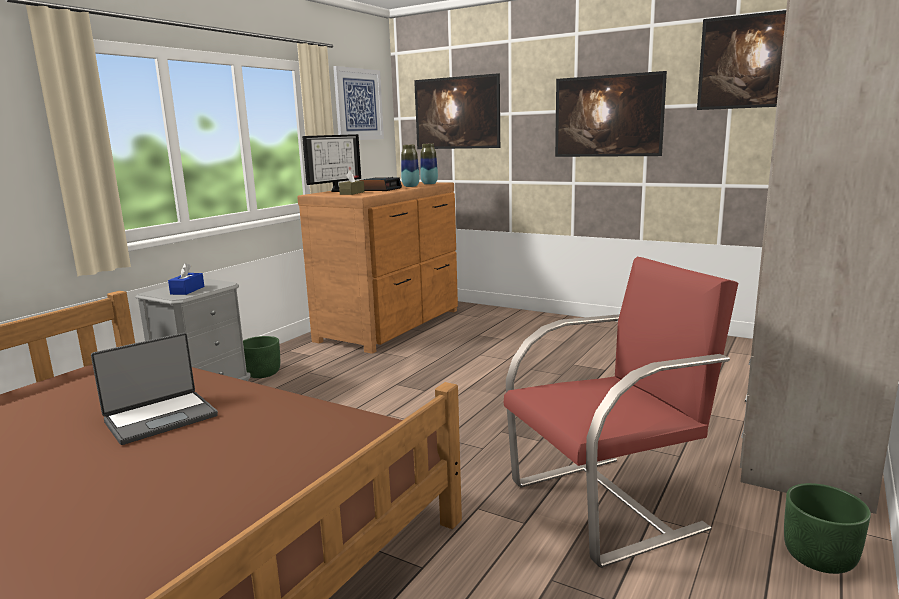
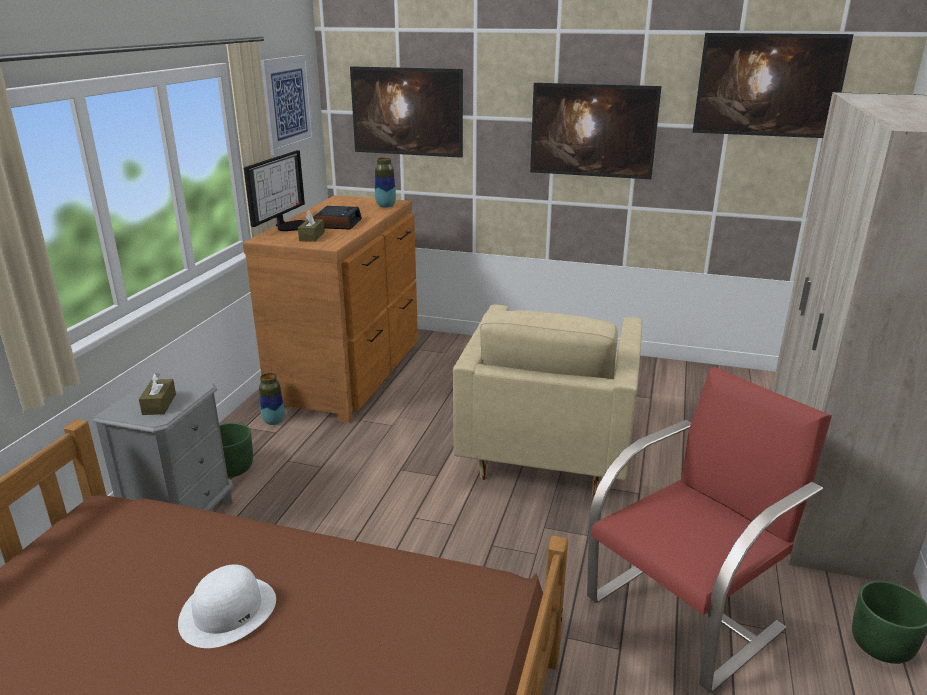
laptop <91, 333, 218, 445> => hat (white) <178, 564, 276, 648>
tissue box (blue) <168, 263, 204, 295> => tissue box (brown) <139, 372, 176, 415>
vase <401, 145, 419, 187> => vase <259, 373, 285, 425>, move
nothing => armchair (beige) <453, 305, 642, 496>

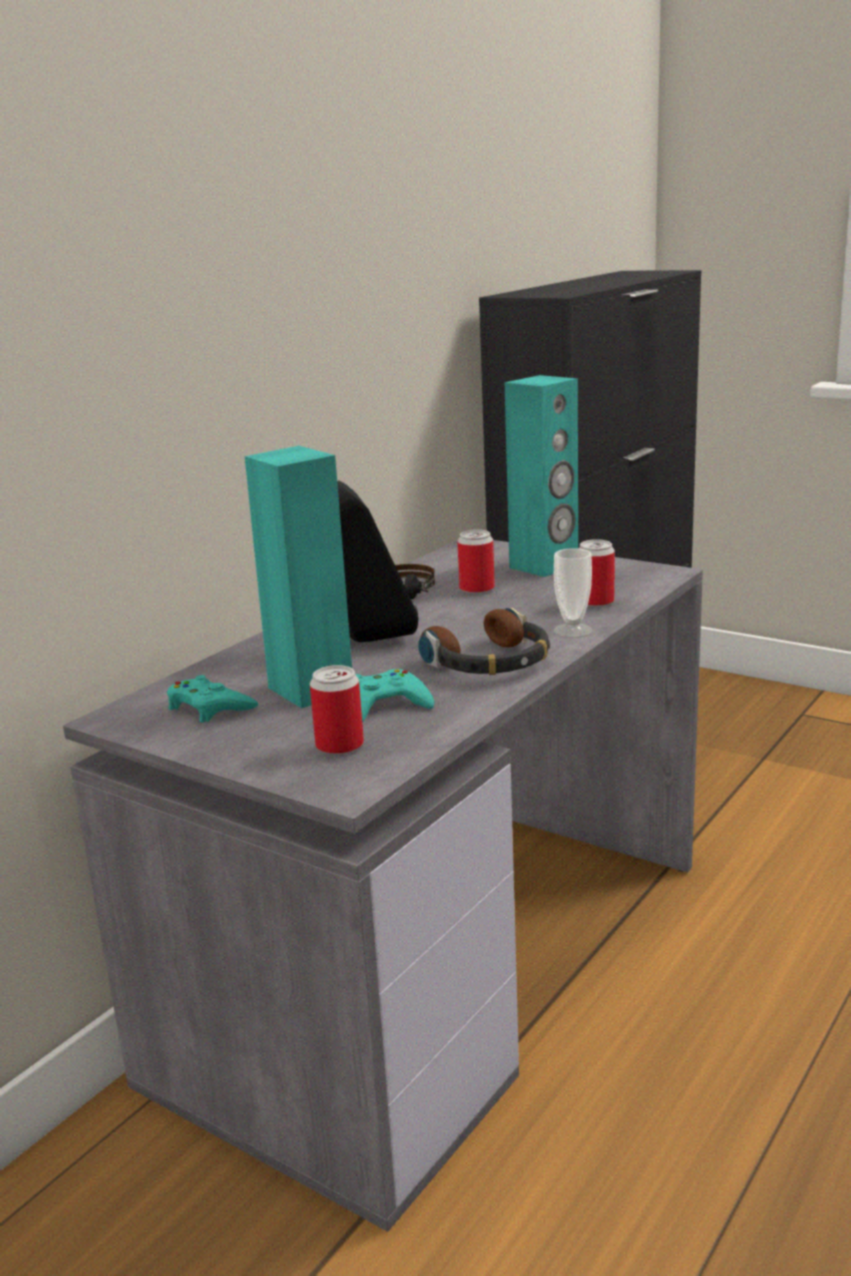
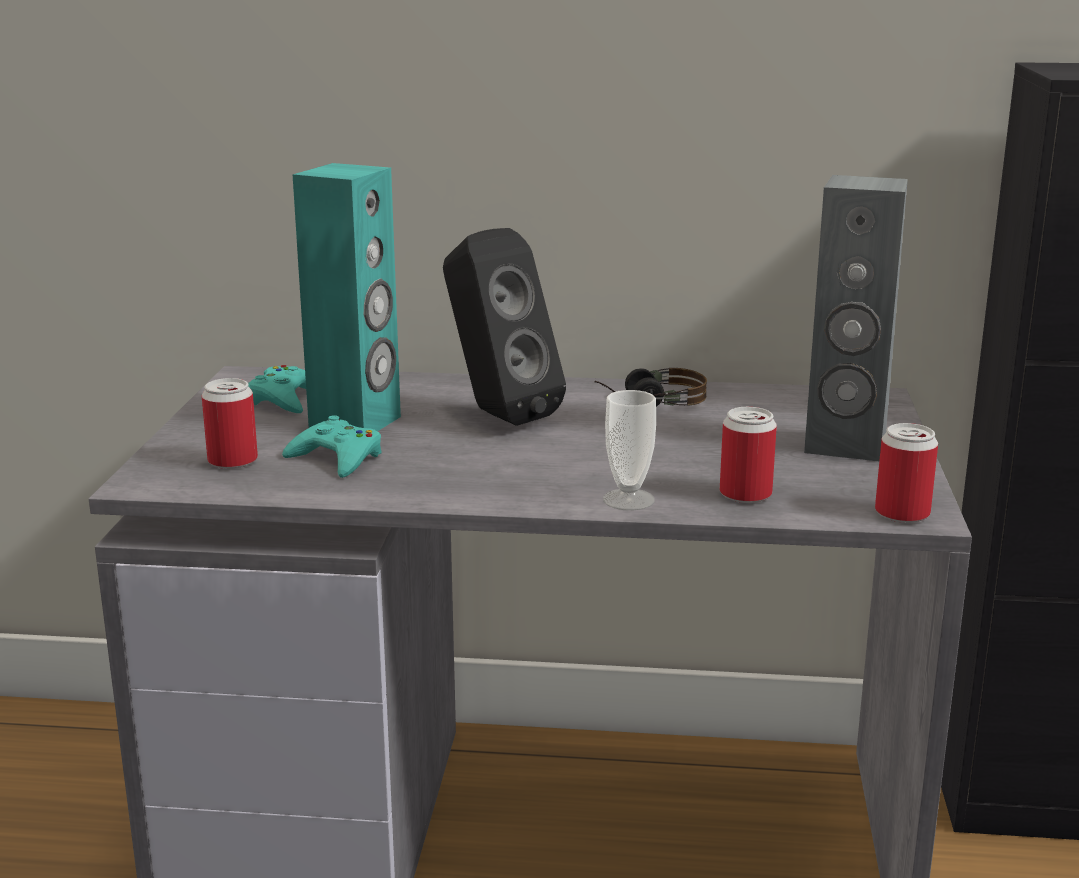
headphones <418, 608, 550, 675> => nothing
can <457, 529, 495, 594> => can <875, 423, 938, 523>, move
speaker (turquoise) <505, 375, 578, 577> => speaker (grey) <804, 175, 908, 461>

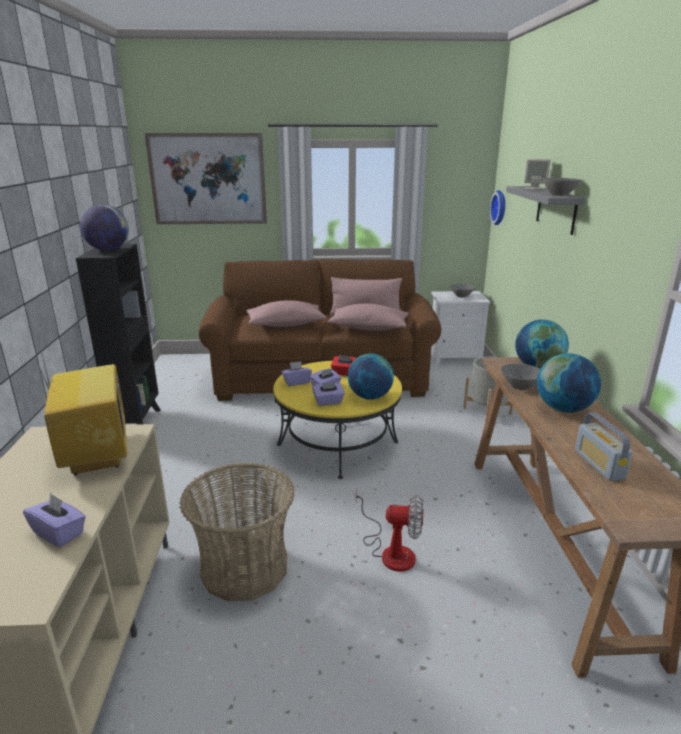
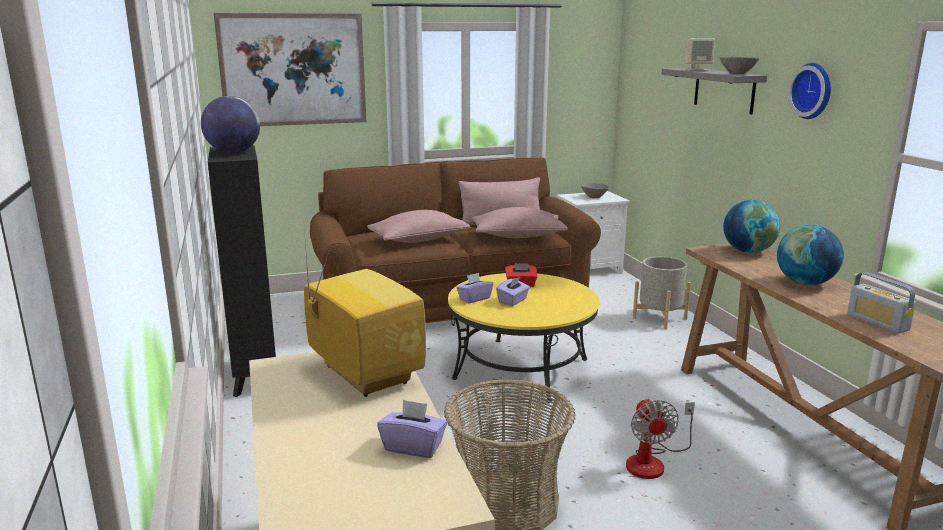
tissue box (purple) <312, 382, 345, 406> => nothing
globe <348, 353, 394, 400> => nothing
fan <356, 490, 423, 572> => fan <626, 398, 695, 479>, 90 degrees clockwise
wall clock <490, 190, 505, 225> => wall clock <788, 63, 831, 119>, move
bowl (grey) <501, 364, 540, 390> => nothing

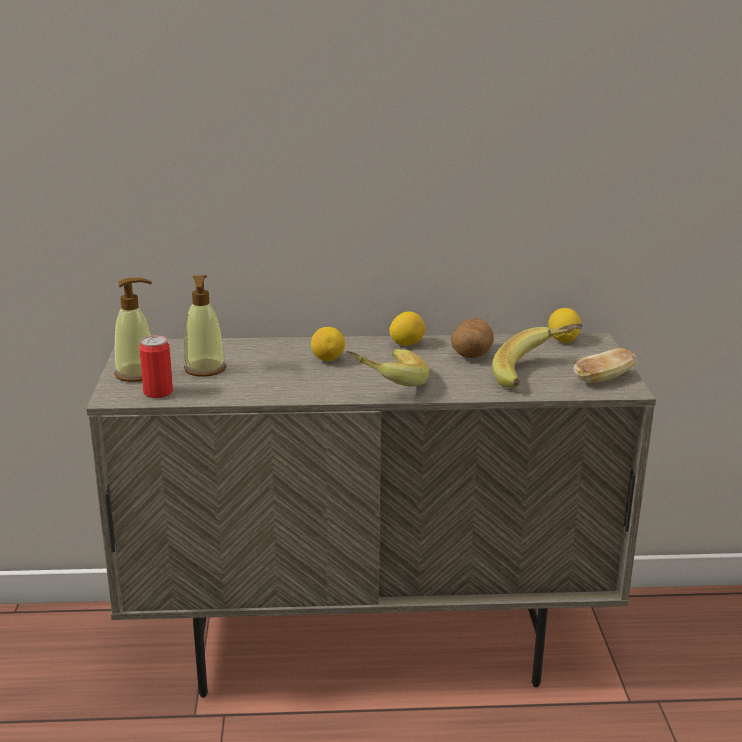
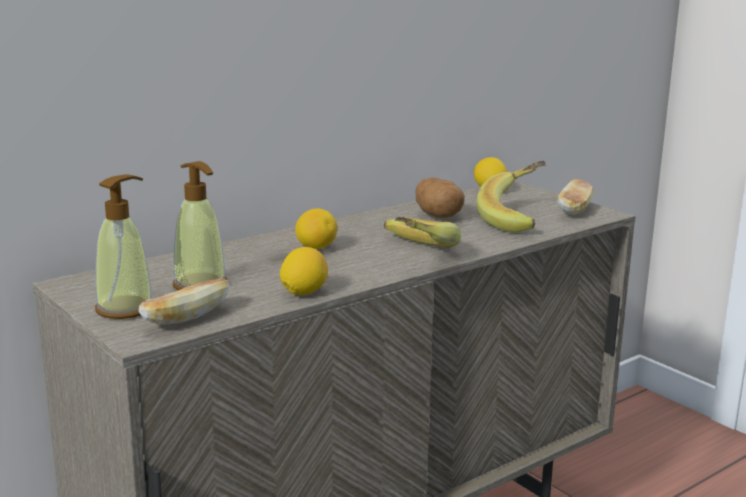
can <139, 335, 173, 398> => bread <139, 278, 229, 325>
lemon <389, 311, 425, 346> => lemon <280, 247, 328, 295>, move

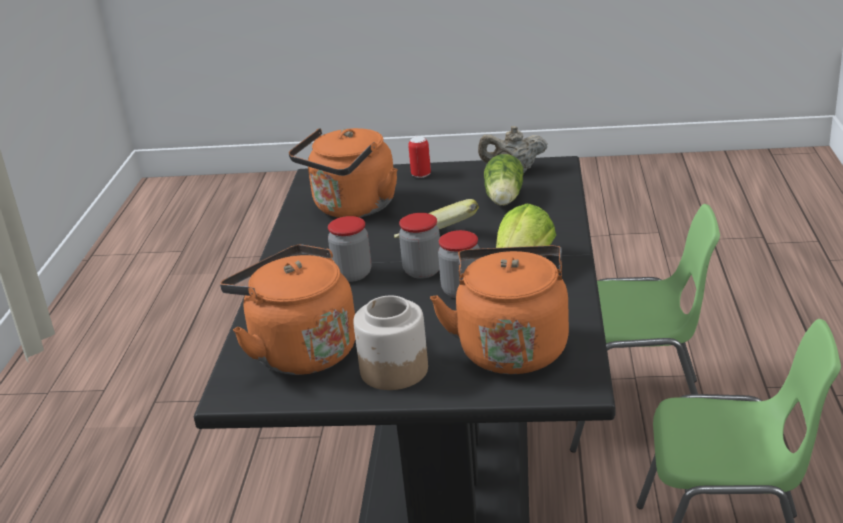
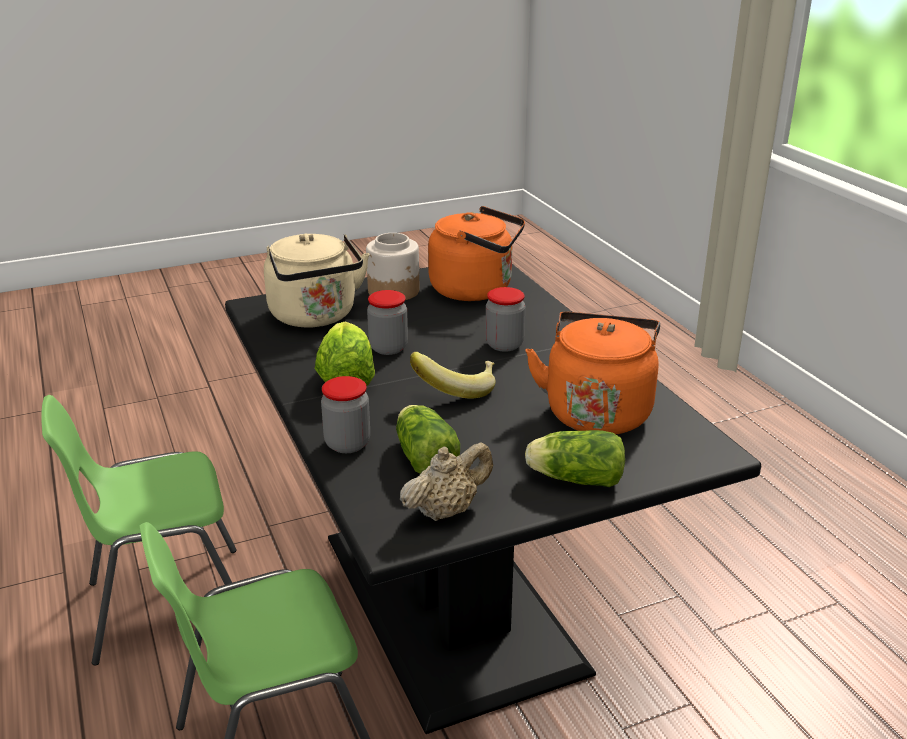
jar <399, 213, 440, 279> => jar <321, 376, 370, 453>, move
can <408, 137, 431, 178> => lettuce <525, 430, 625, 487>
kettle (orange) <430, 246, 569, 374> => kettle (beige) <264, 233, 370, 328>

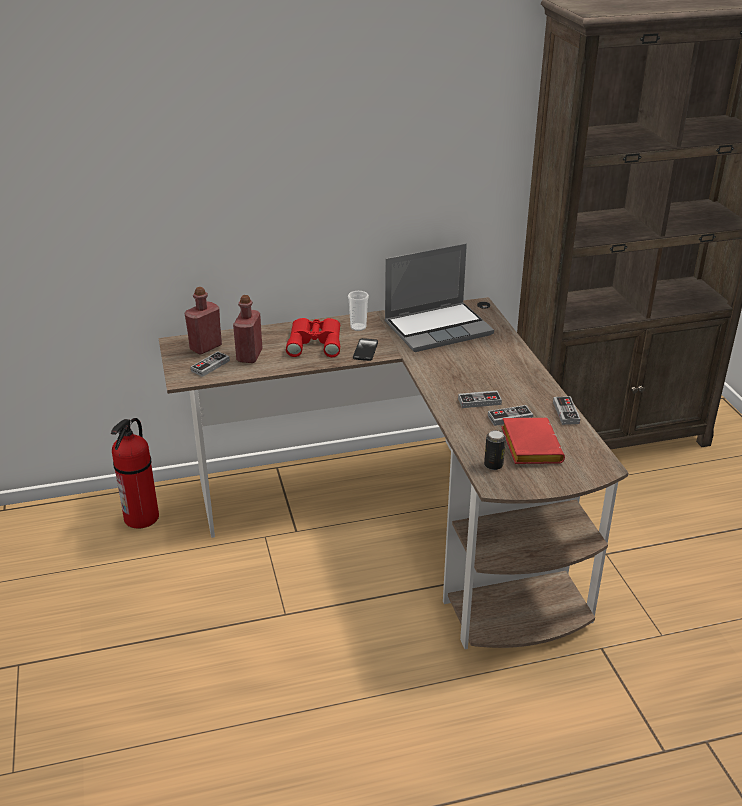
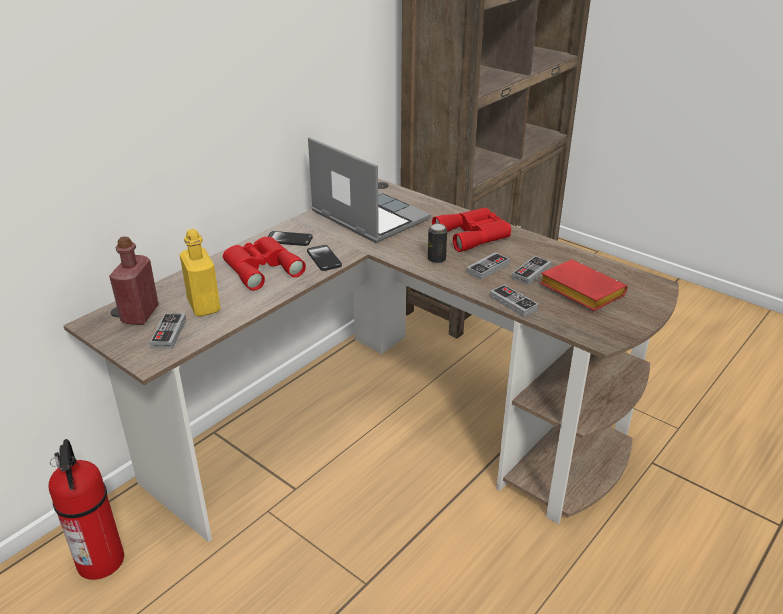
bottle (red) <233, 295, 263, 363> => bottle (yellow) <180, 229, 221, 317>
cup <348, 291, 369, 331> => phone <268, 231, 313, 246>
laptop <384, 243, 494, 352> => laptop <308, 137, 431, 243>, 75 degrees counterclockwise
can <484, 430, 506, 470> => can <428, 224, 447, 263>, move
game controller <553, 396, 580, 425> => game controller <490, 285, 539, 317>, move
nothing => binoculars (red) <432, 208, 511, 252>

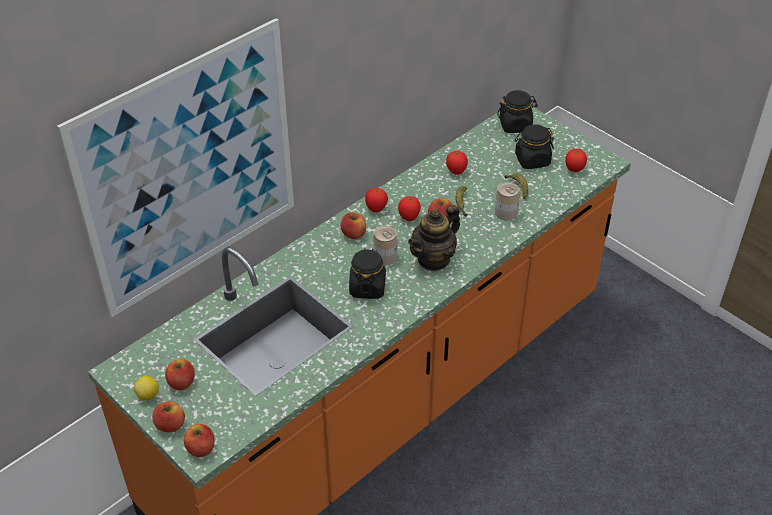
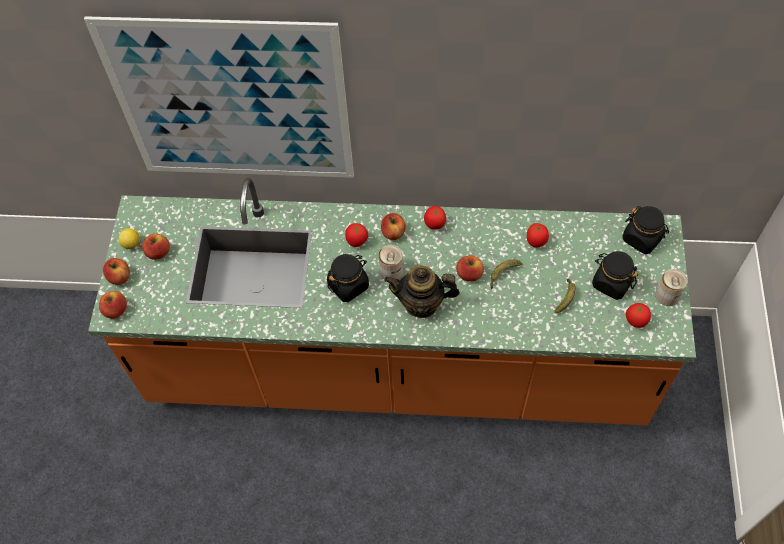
tomato <398, 196, 421, 221> => tomato <345, 223, 368, 247>, move
can <495, 182, 520, 220> => can <655, 269, 687, 306>, move

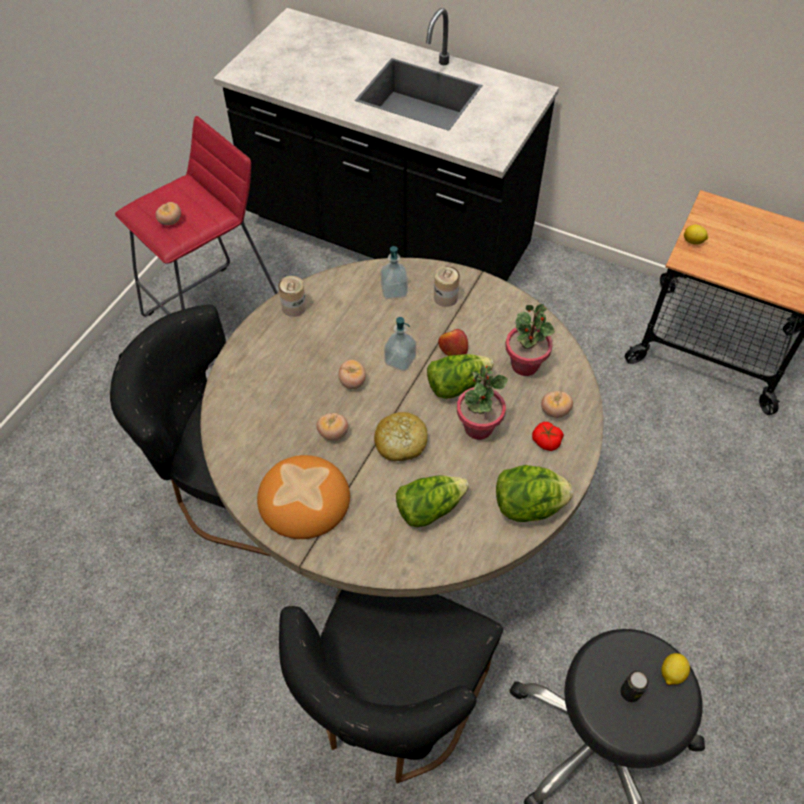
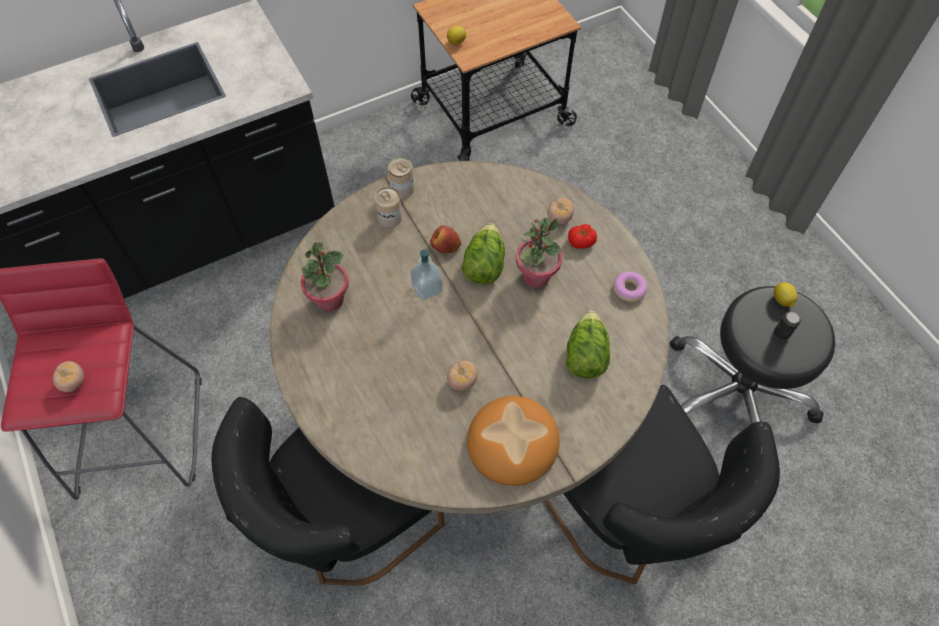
can <278, 276, 306, 317> => can <388, 158, 414, 198>, move
tomato <338, 360, 366, 389> => nothing
bread <374, 412, 427, 461> => nothing
soap dispenser <381, 246, 408, 299> => nothing
lettuce <496, 465, 573, 522> => donut <613, 271, 647, 302>
potted plant <506, 304, 555, 376> => potted plant <301, 242, 349, 311>, move

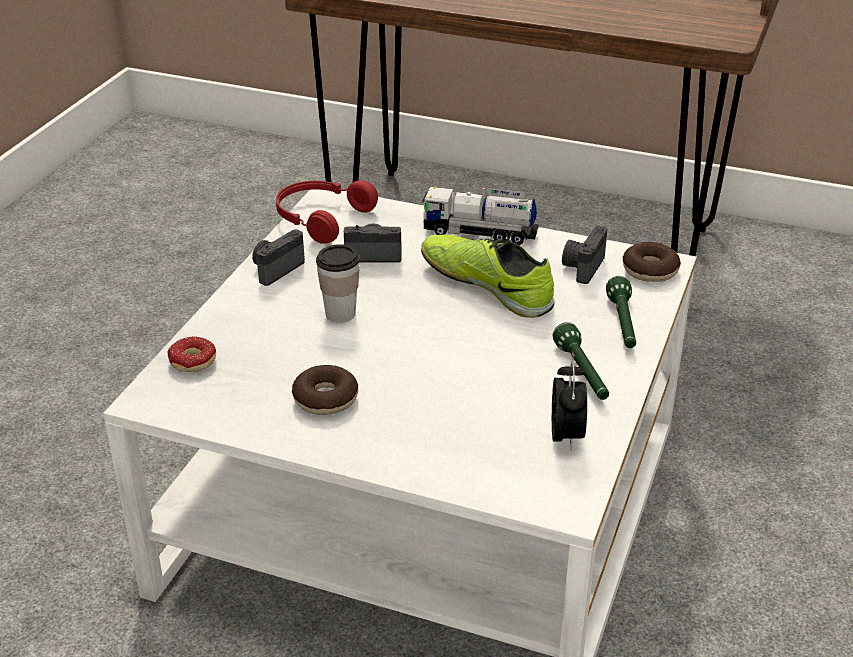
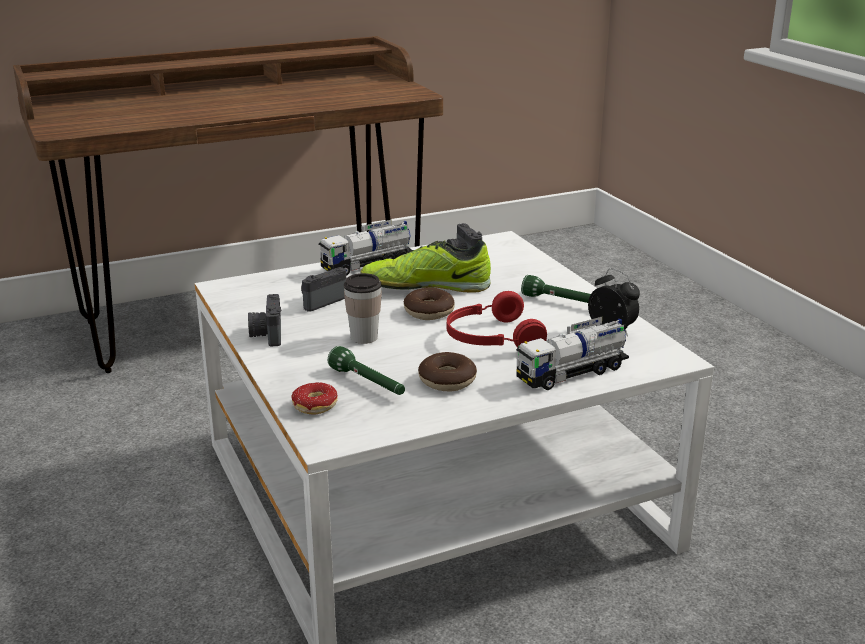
headphones (red) <276, 180, 378, 244> => headphones (red) <447, 291, 547, 348>, move
flashlight (green) <606, 276, 636, 348> => flashlight (green) <328, 346, 405, 395>, move
donut <623, 242, 681, 282> => donut <404, 288, 455, 320>, move
nothing => toy truck <516, 317, 629, 390>

